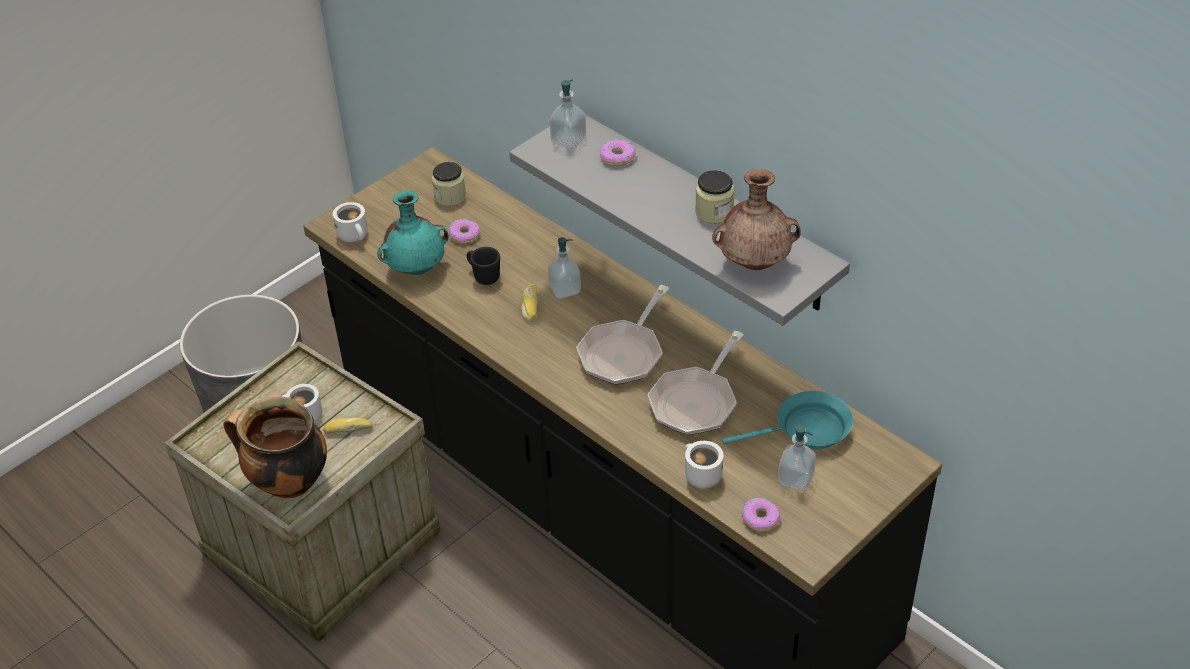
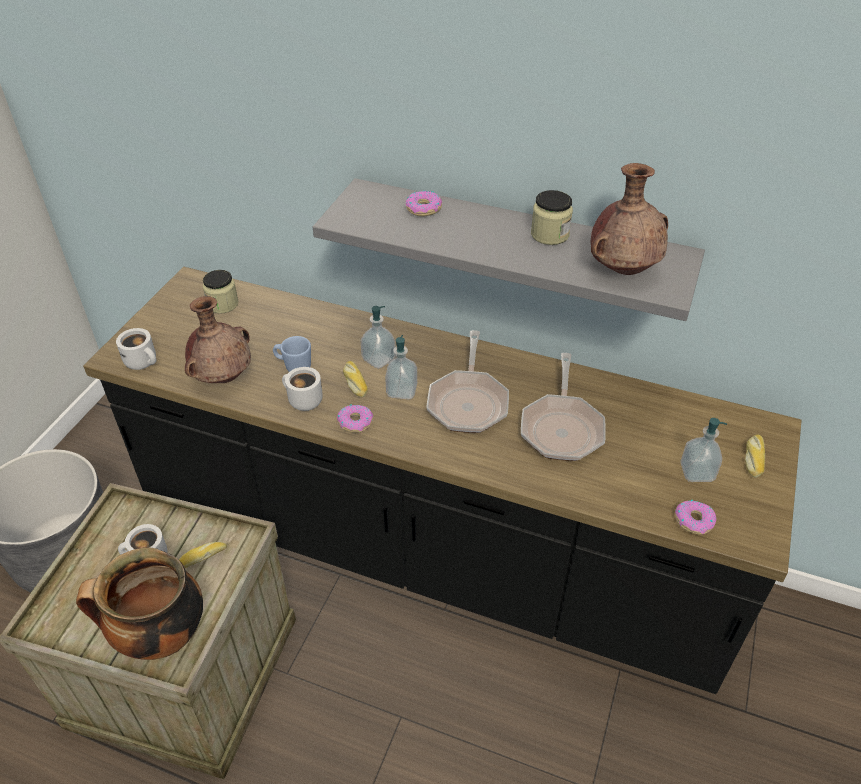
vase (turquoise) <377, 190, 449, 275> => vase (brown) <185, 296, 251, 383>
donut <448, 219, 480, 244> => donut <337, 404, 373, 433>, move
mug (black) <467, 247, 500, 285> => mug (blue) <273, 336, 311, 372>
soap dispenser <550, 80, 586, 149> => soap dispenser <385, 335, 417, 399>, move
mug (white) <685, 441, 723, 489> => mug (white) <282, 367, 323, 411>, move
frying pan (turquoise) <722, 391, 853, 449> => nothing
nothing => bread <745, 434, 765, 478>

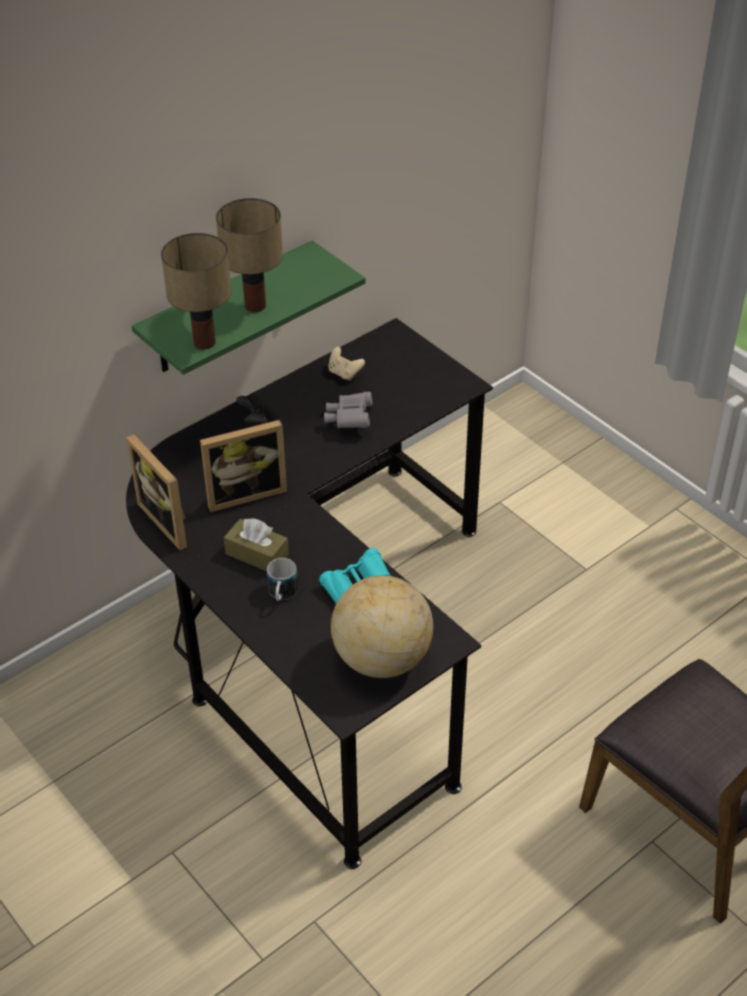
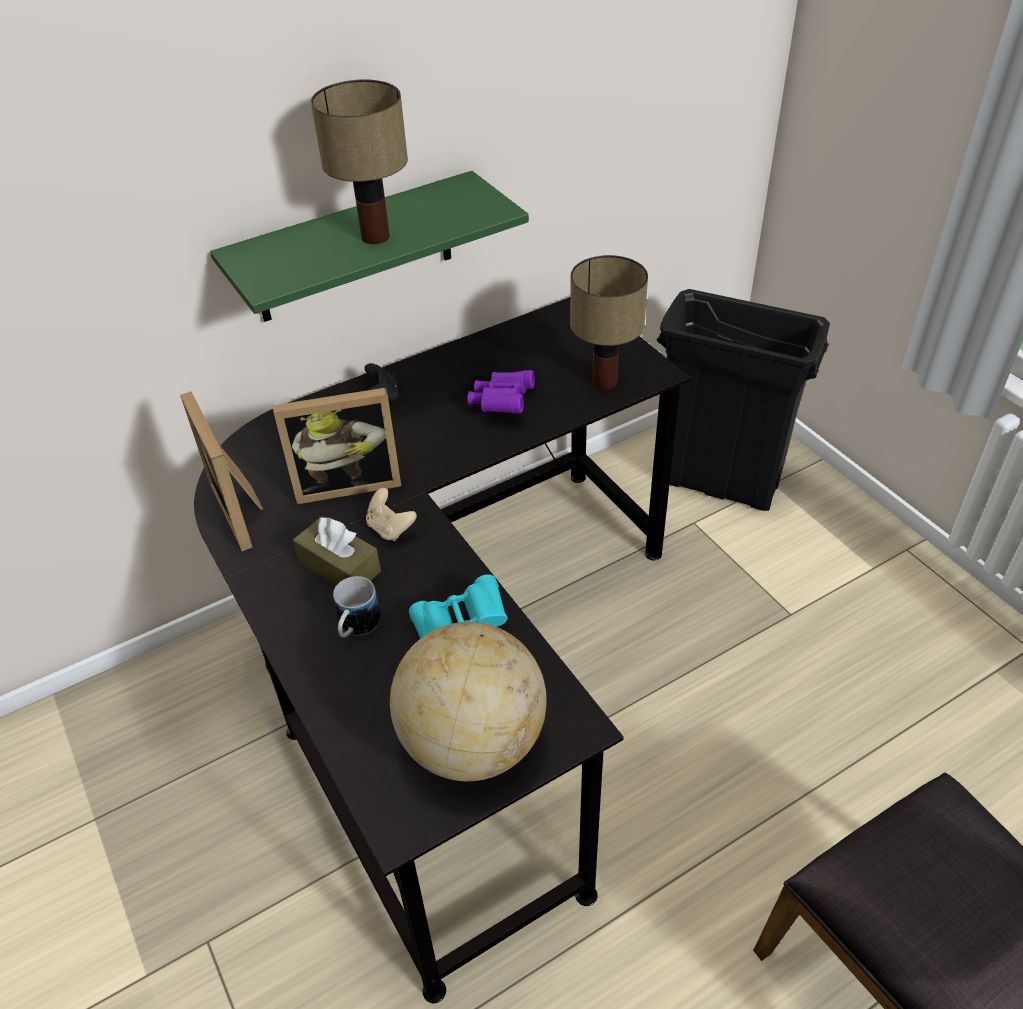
table lamp <161, 233, 232, 349> => table lamp <570, 255, 648, 390>, move
binoculars (grey) <324, 392, 372, 428> => binoculars (purple) <467, 370, 535, 413>
game controller (beige) <328, 347, 365, 381> => game controller (beige) <366, 488, 417, 541>, move
nothing => trash can (black) <657, 289, 830, 511>

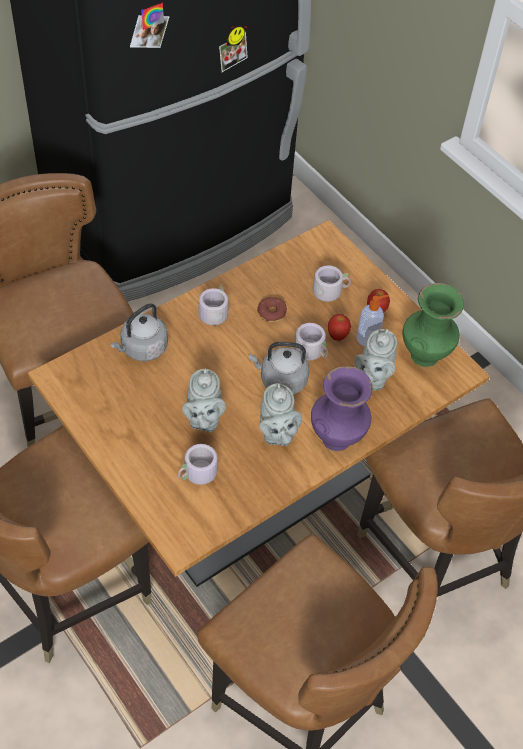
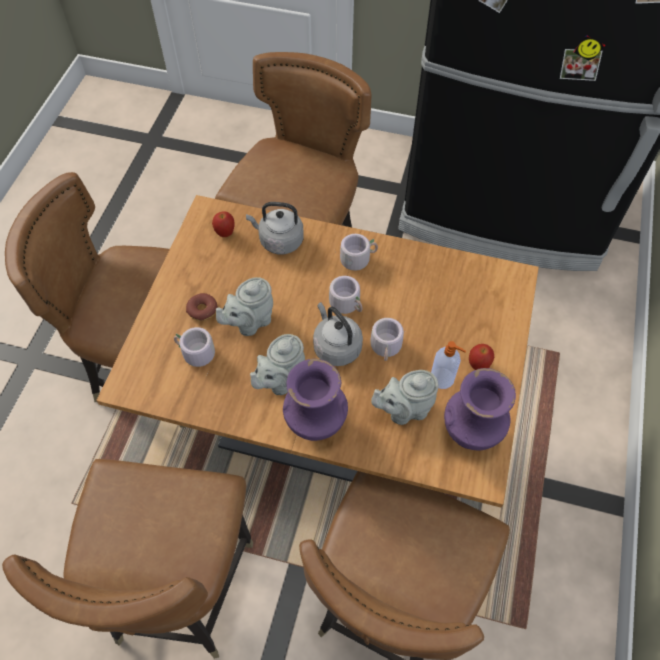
donut <257, 297, 287, 322> => donut <186, 293, 218, 321>, move
mug (grey) <309, 265, 351, 302> => mug (grey) <329, 276, 363, 314>, move
apple <328, 314, 351, 341> => apple <212, 211, 235, 237>, move
vase (green) <403, 283, 464, 367> => vase (purple) <444, 368, 516, 450>

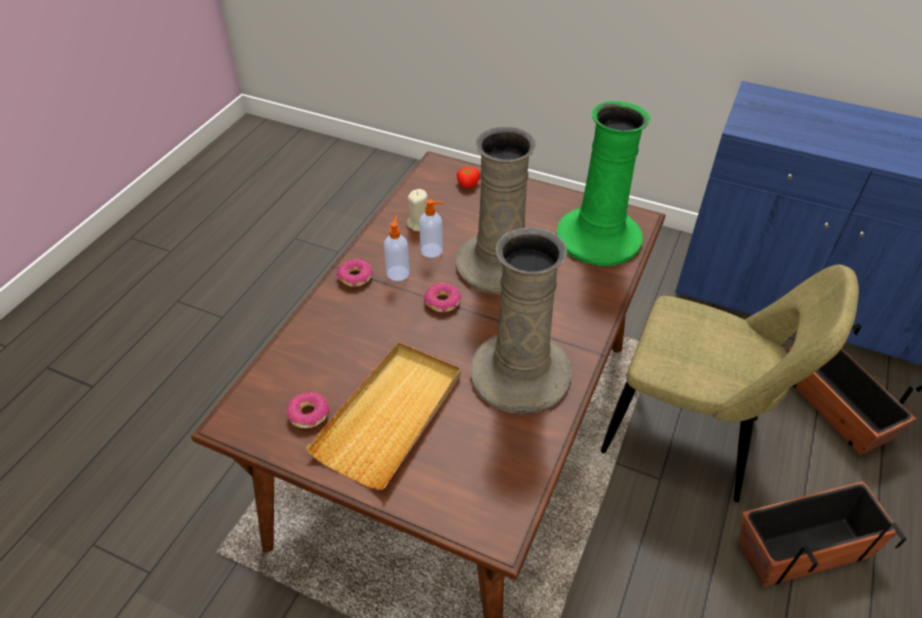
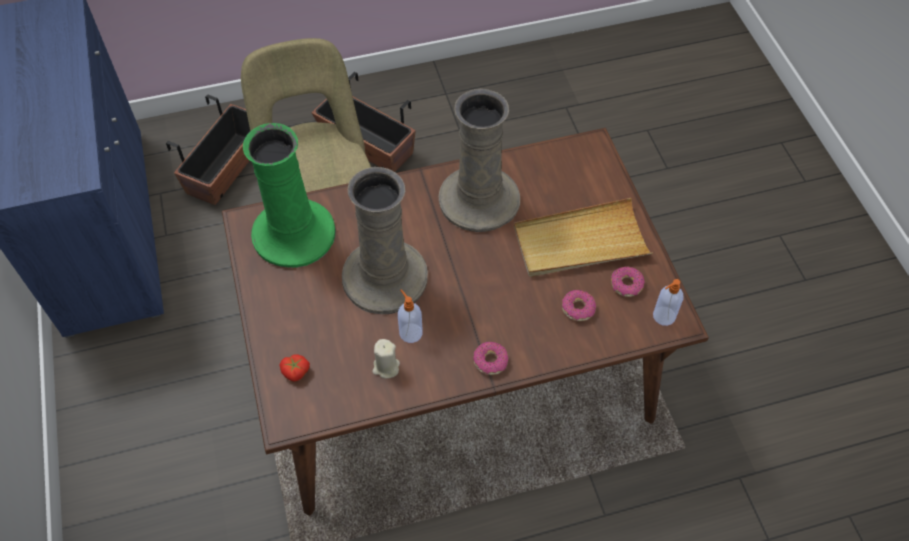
soap dispenser <384, 215, 410, 281> => soap dispenser <653, 279, 684, 326>, move
donut <424, 282, 461, 312> => donut <562, 290, 596, 321>, move

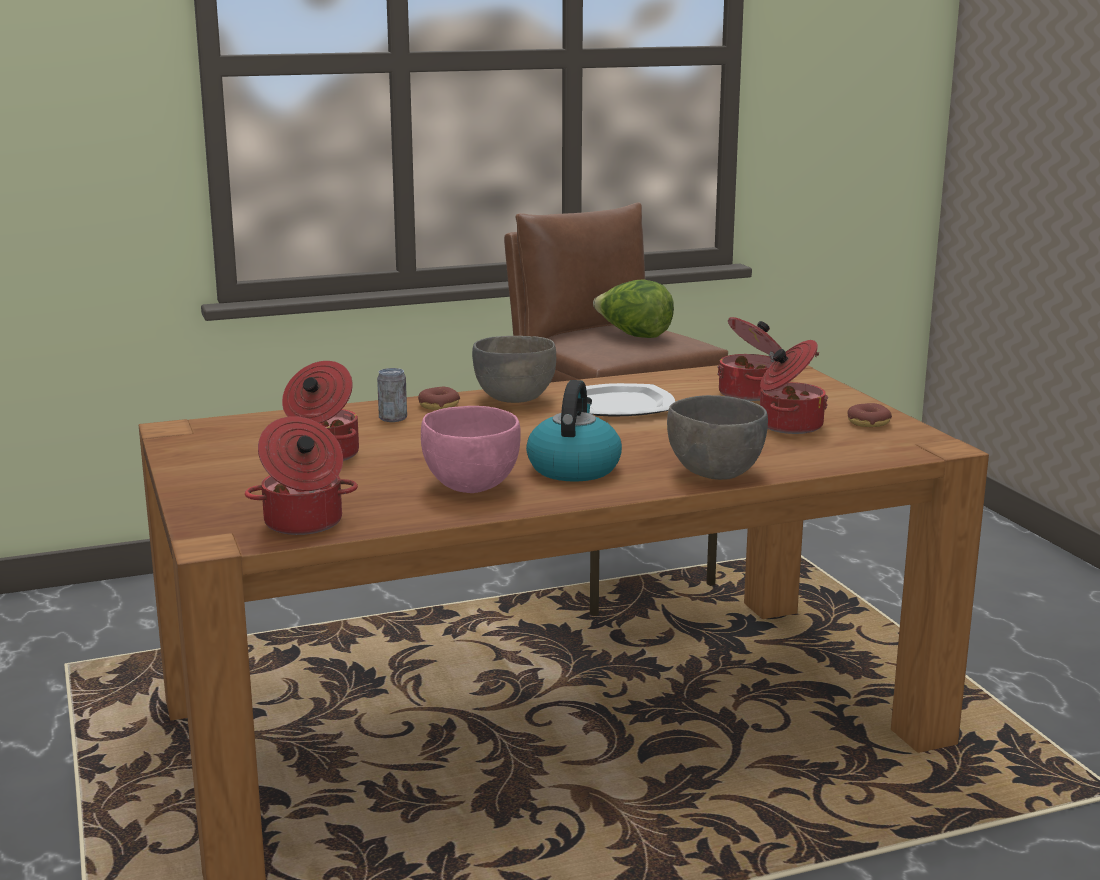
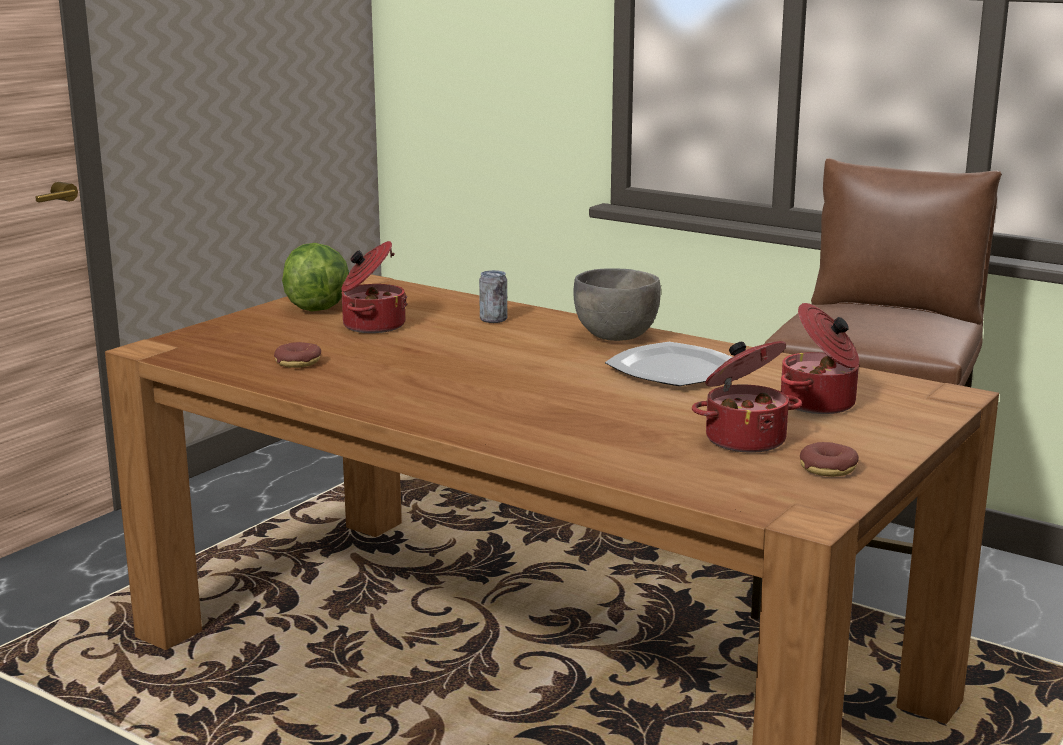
cooking pot <245, 416, 358, 535> => nothing
donut <418, 387, 460, 410> => donut <274, 342, 321, 368>, move
bowl (pink) <421, 406, 521, 493> => nothing
kettle <526, 380, 622, 481> => nothing
lettuce <593, 279, 674, 338> => lettuce <282, 243, 349, 312>, move
bowl (grey) <667, 395, 768, 480> => nothing

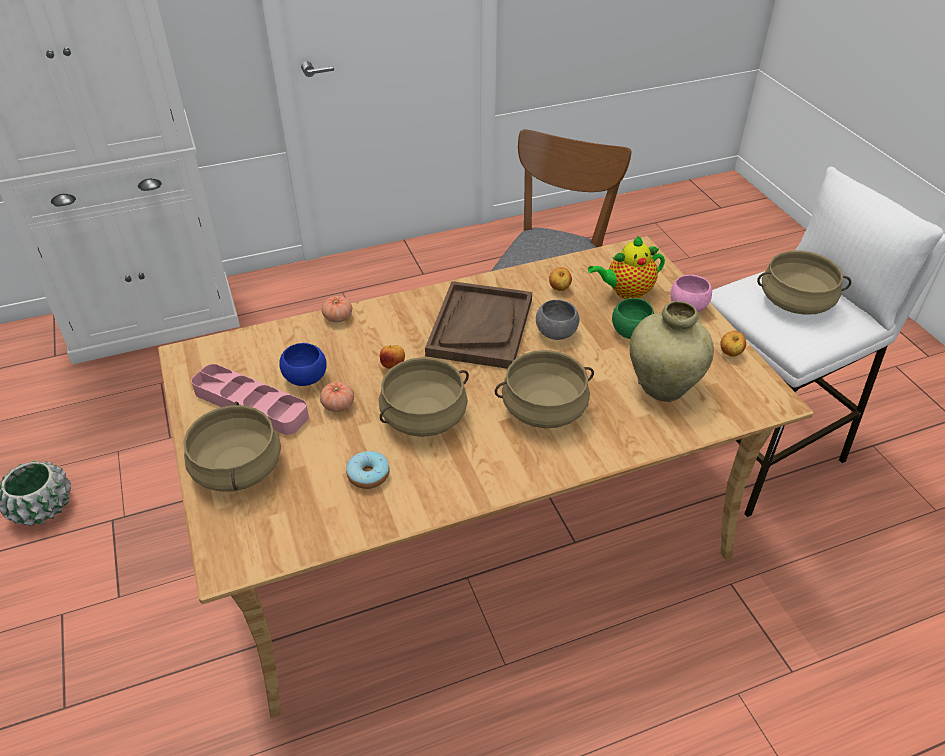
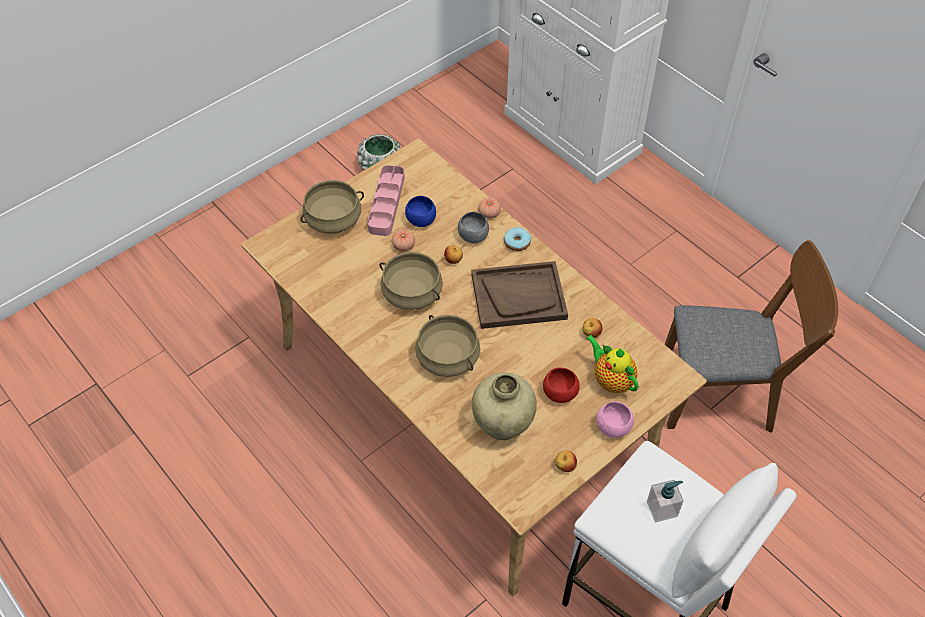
donut <346, 451, 390, 489> => donut <504, 227, 531, 251>, move
bowl (grey) <536, 299, 579, 340> => bowl (grey) <458, 212, 489, 243>, move
bowl (green) <612, 298, 654, 339> => bowl (red) <543, 368, 580, 403>
cooking pot (beige) <757, 250, 851, 315> => soap dispenser <647, 480, 684, 522>

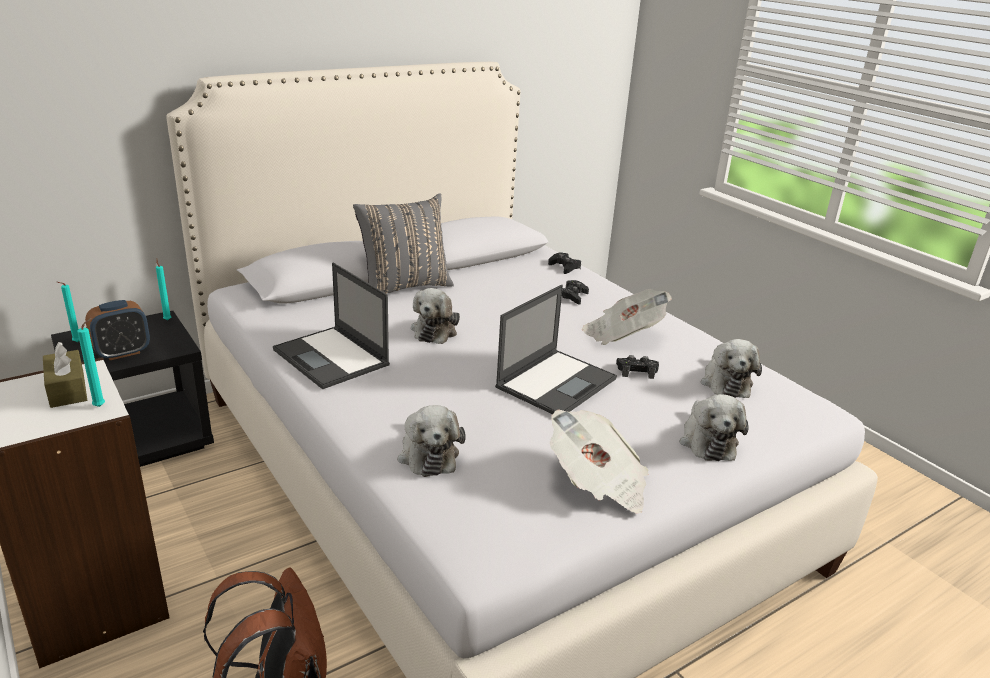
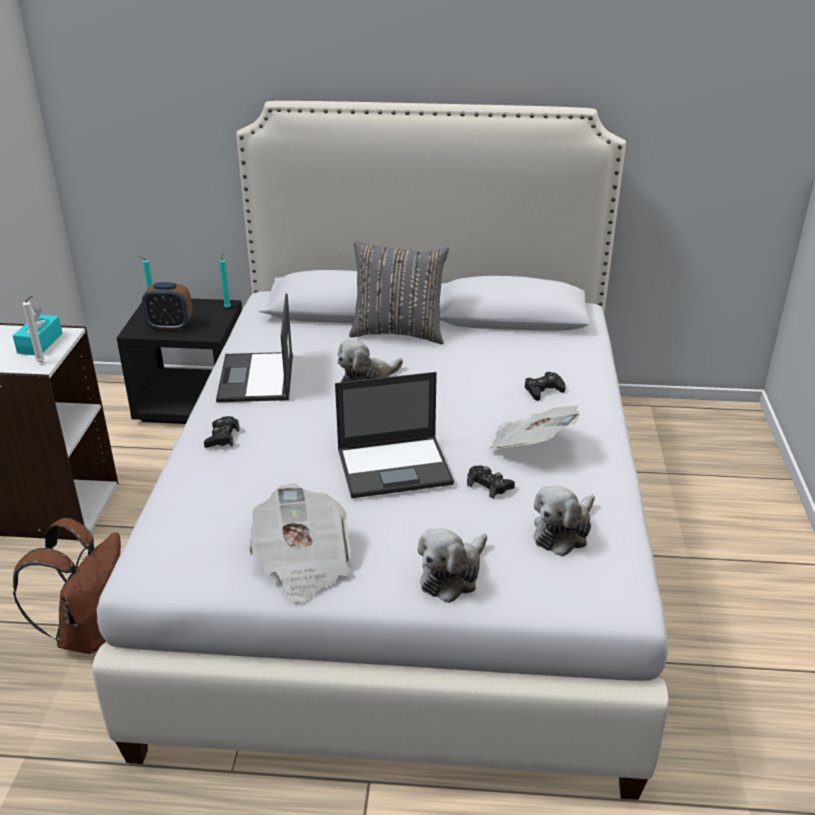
tissue box (brown) <43, 342, 87, 408> => tissue box (turquoise) <13, 307, 63, 355>
candle (turquoise) <77, 318, 105, 407> => candle (white) <23, 296, 45, 363>
plush toy <398, 405, 466, 477> => nothing
game controller (black) <548, 252, 581, 274> => game controller (black) <204, 416, 240, 448>, move

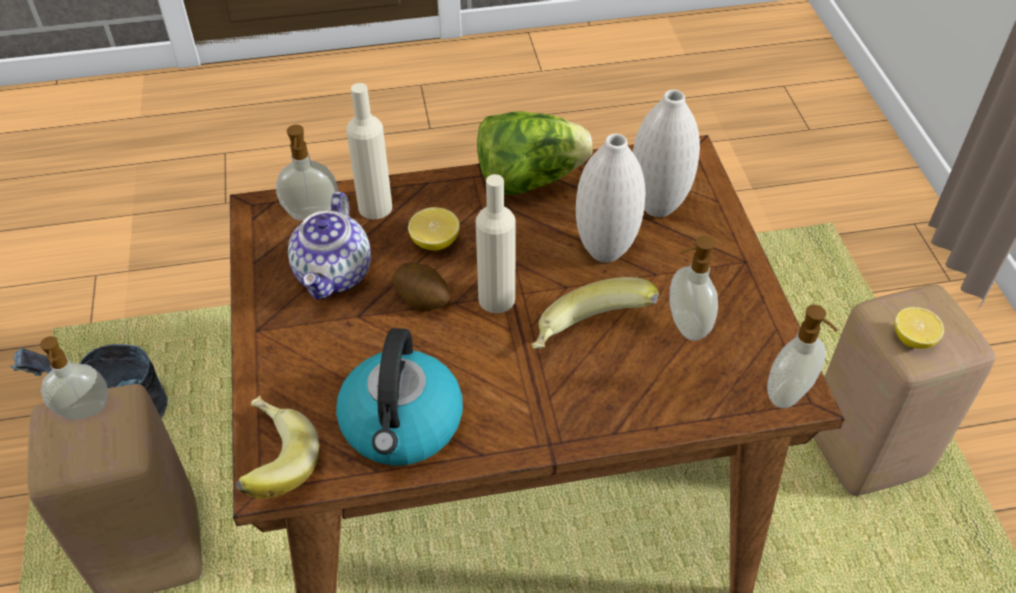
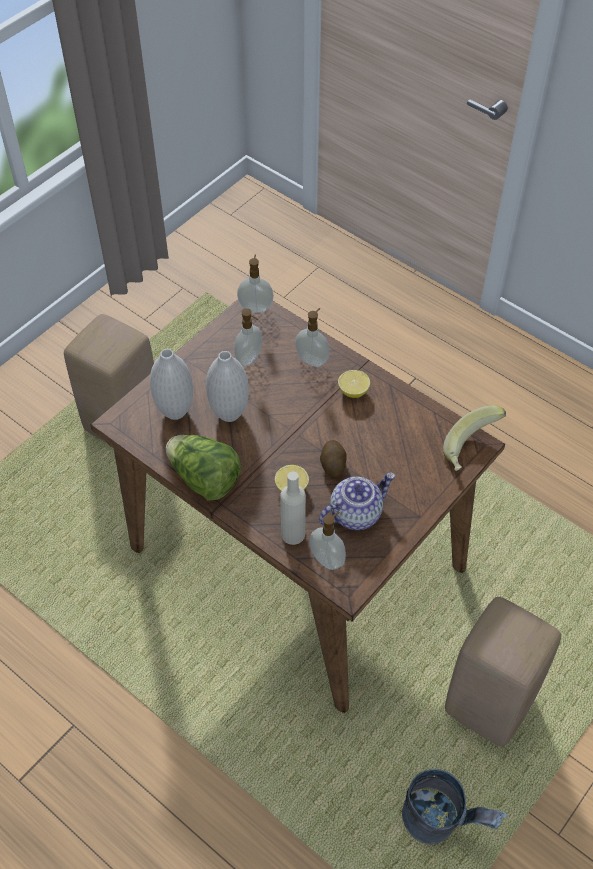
soap dispenser <40, 336, 108, 420> => soap dispenser <295, 308, 330, 367>, move
kettle <336, 328, 463, 466> => nothing
bottle (beige) <476, 174, 516, 313> => nothing
banana <531, 277, 659, 349> => nothing
lemon <894, 307, 944, 349> => lemon <338, 370, 370, 398>, move

